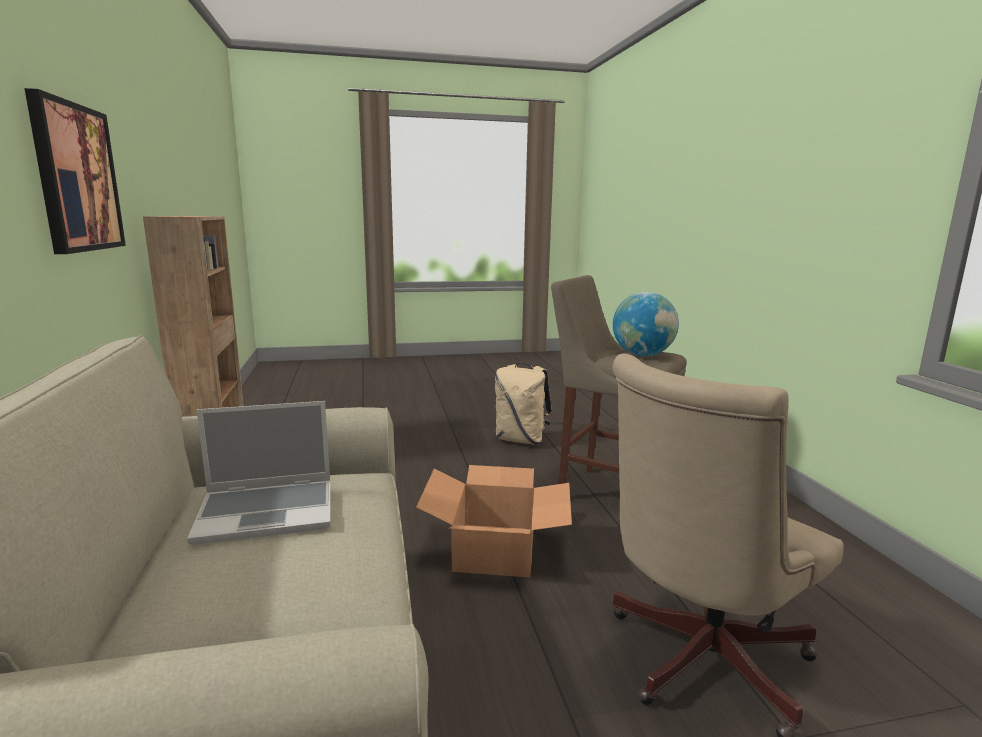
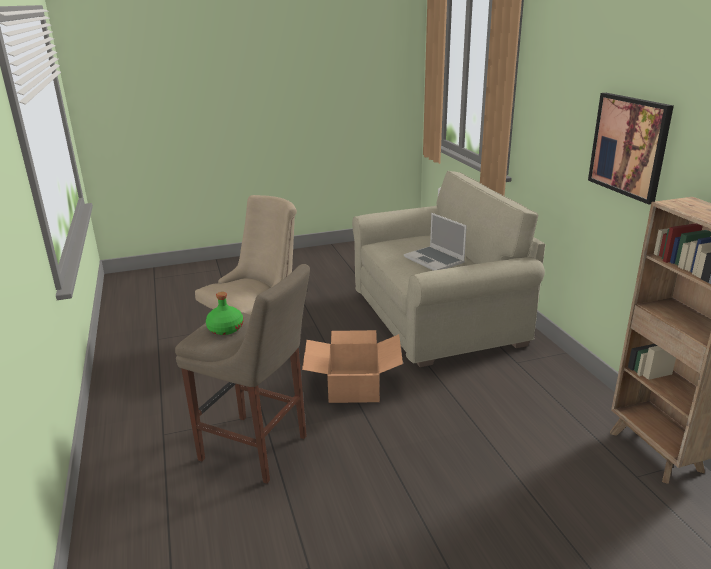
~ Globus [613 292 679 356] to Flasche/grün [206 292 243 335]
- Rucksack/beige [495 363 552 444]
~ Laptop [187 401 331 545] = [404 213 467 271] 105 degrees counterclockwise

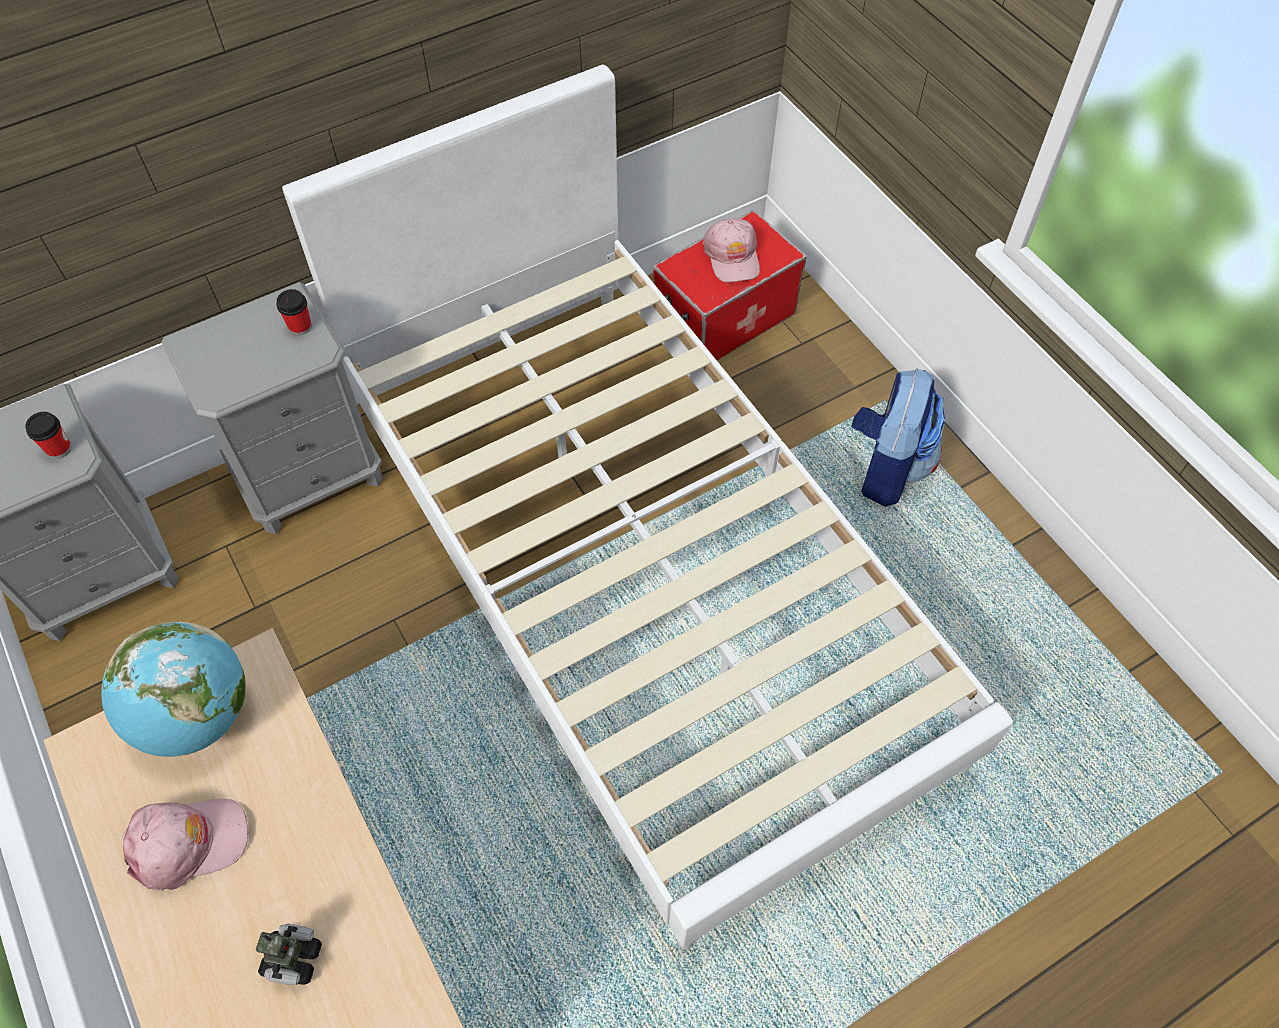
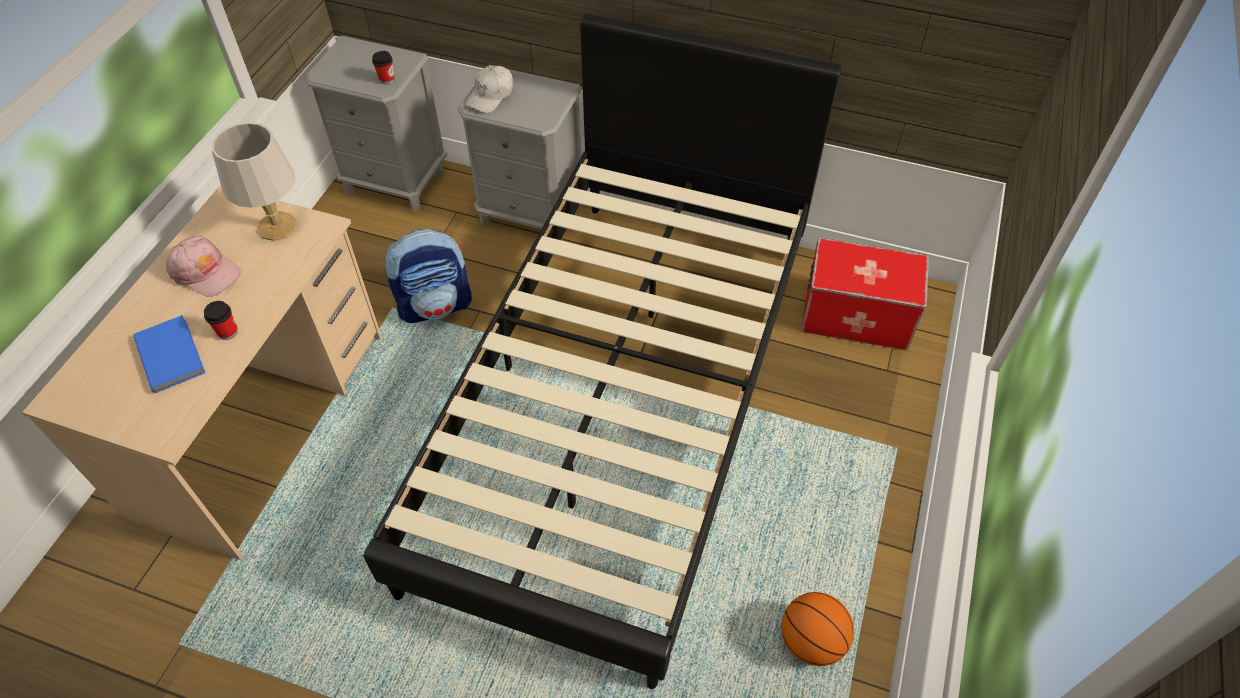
~ Bett/weiß [282 64 1013 950] to Bett/schwarz [363 13 842 689]
- Kappe/rosa [703 218 760 282]
~ Tasse [276 289 312 336] to [204 301 238 340]
~ Rucksack [851 368 945 507] to [385 229 472 323]
~ Globus [101 622 246 757] to Tischlampe/grau [212 122 298 241]
~ Spielzeugroboter [256 924 322 985] to Buch/blau [133 315 205 393]
+ Kappe/weiß [465 66 514 113]
+ Basketball [781 592 854 666]

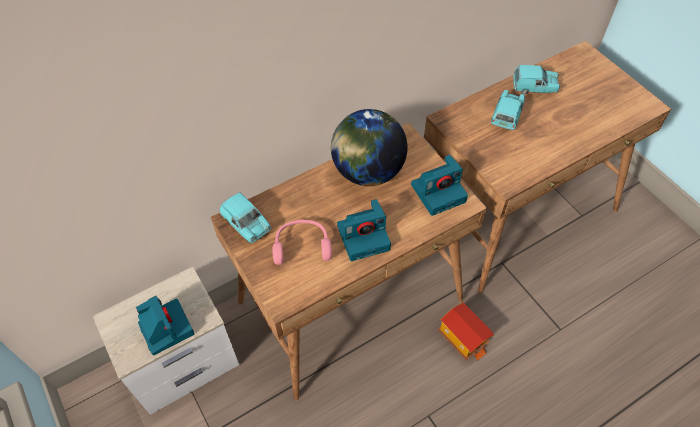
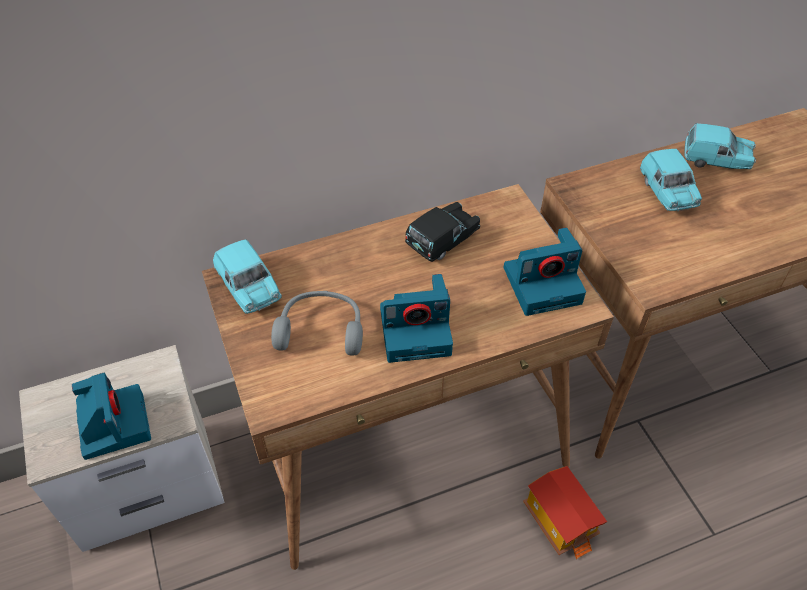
~ Spielzeugauto/türkis [491 90 525 130] = [640 149 702 211] 135 degrees clockwise
~ Globus [331 109 408 186] to Spielzeugauto/schwarz [405 202 480 262]
~ Kopfhörer/rosa [272 220 332 265] to Kopfhörer/grau [271 291 363 356]

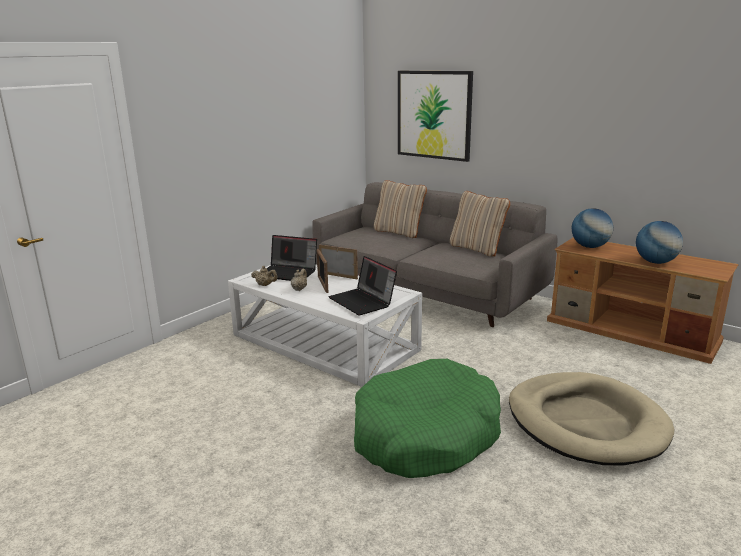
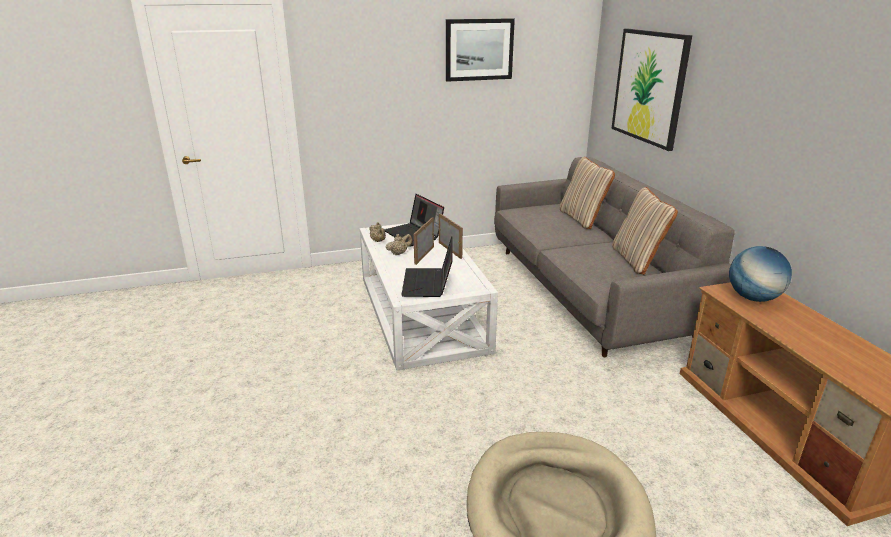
- Globus [636 221 683 264]
- Hundebett/grün [354 359 501 478]
+ Bild [446 18 515 82]

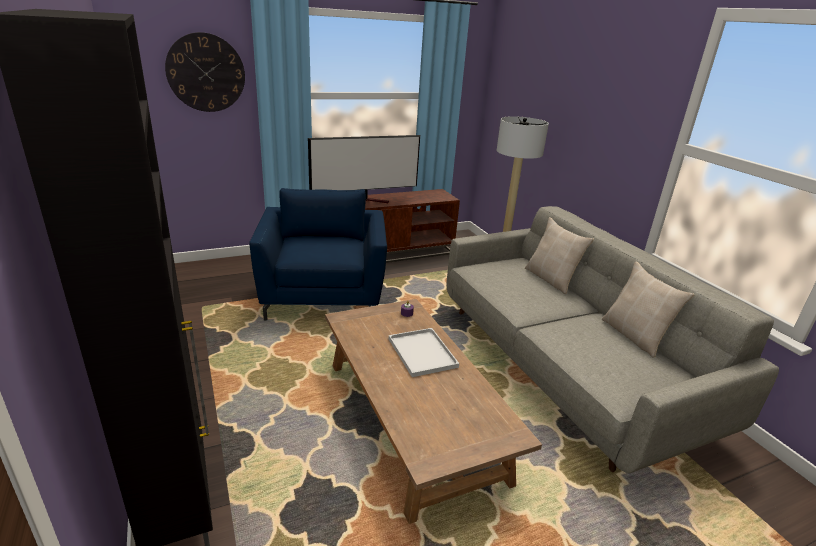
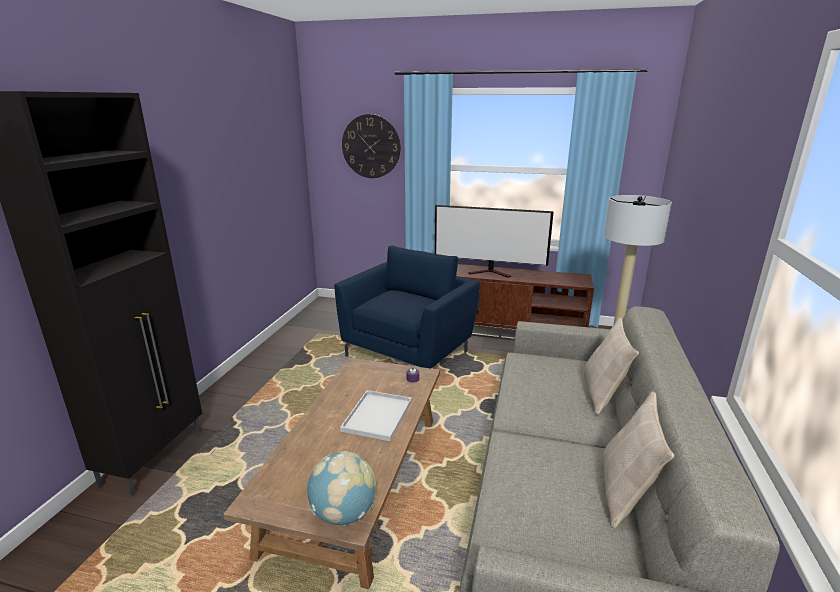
+ Globus [307 451 377 526]

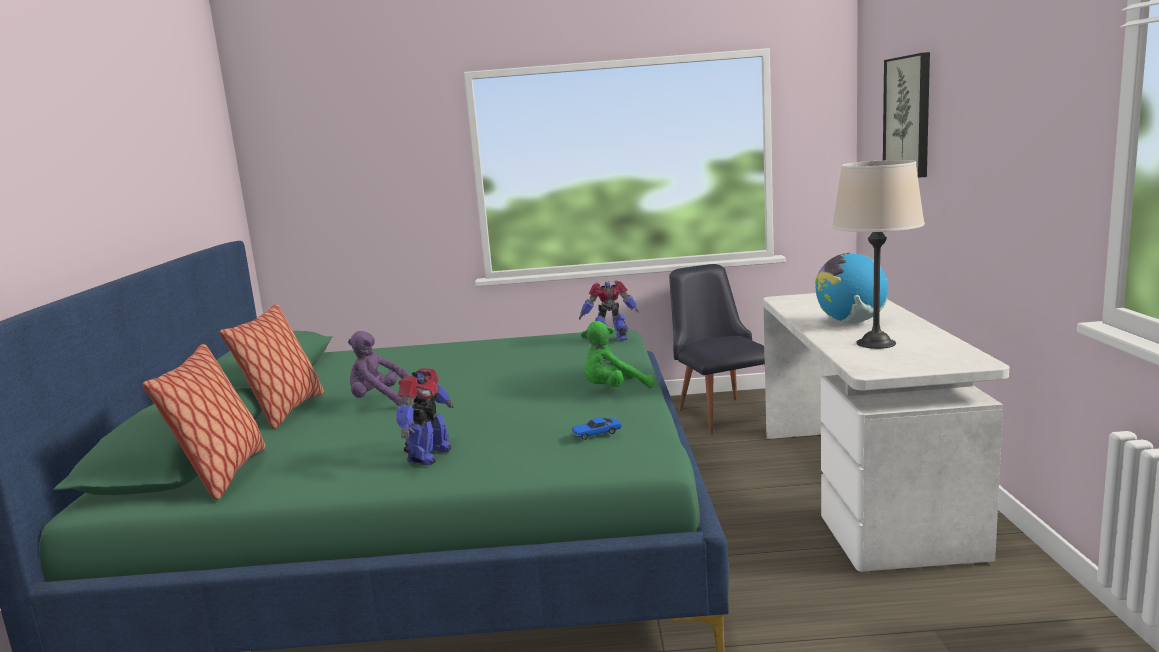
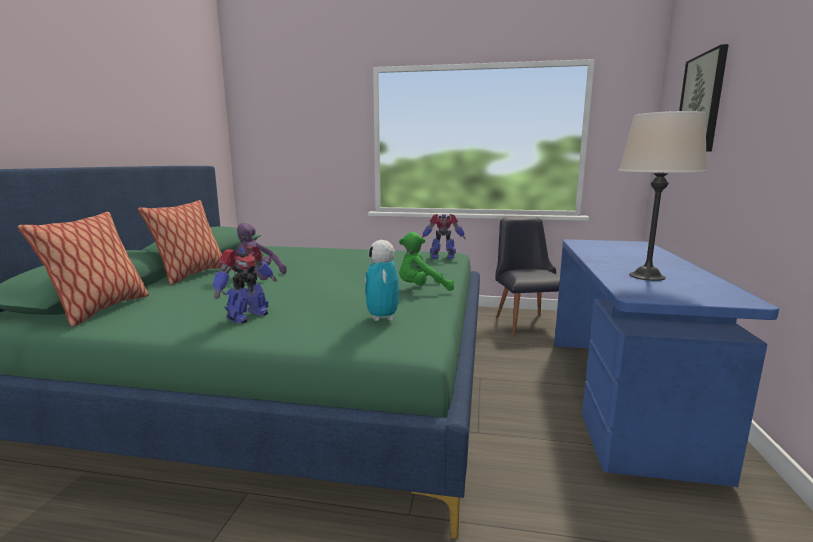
- Globus [815 253 888 324]
~ Schreibtisch/weiß [763 293 1009 572] to Schreibtisch/blau [554 239 779 487]
~ Spielzeugauto [572 418 622 440] to Spielzeugroboter [365 240 399 321]

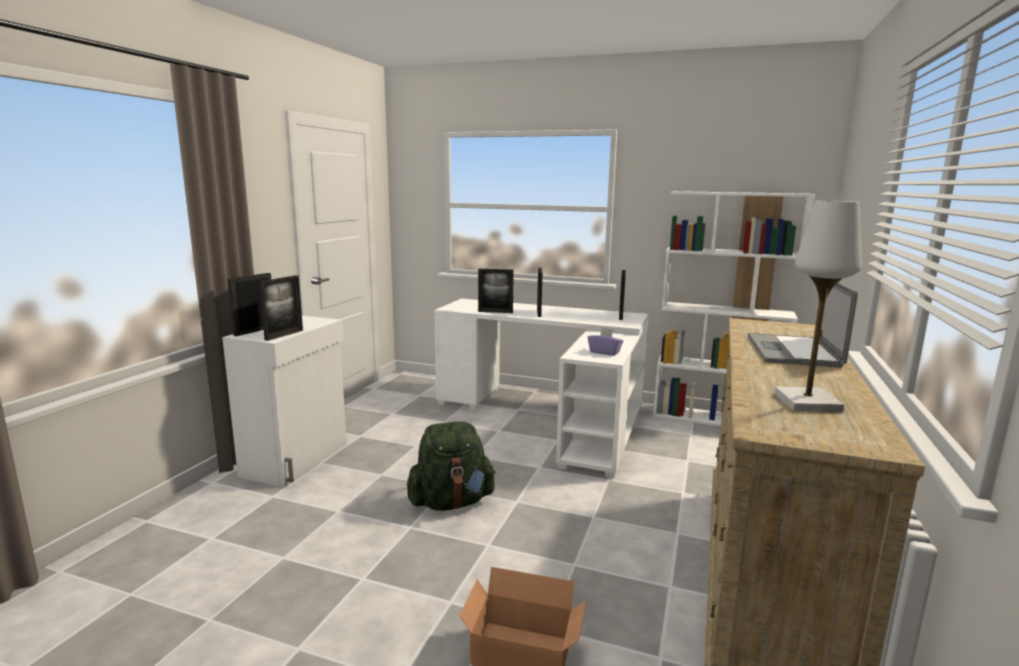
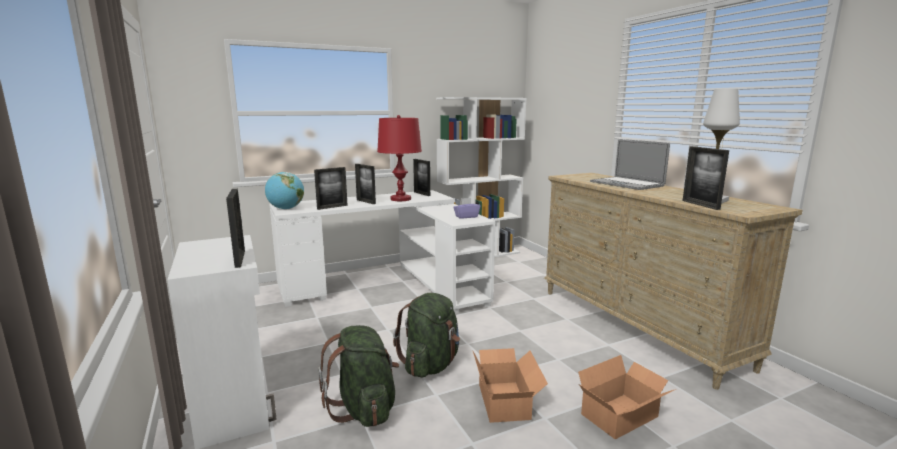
~ Bilderrahmen [227 273 271 336] to [683 146 729 210]
+ Tischlampe/rot [377 115 422 201]
+ Globus [265 172 304 210]
+ Rucksack/grün [318 325 399 427]
+ Karton [473 348 548 423]

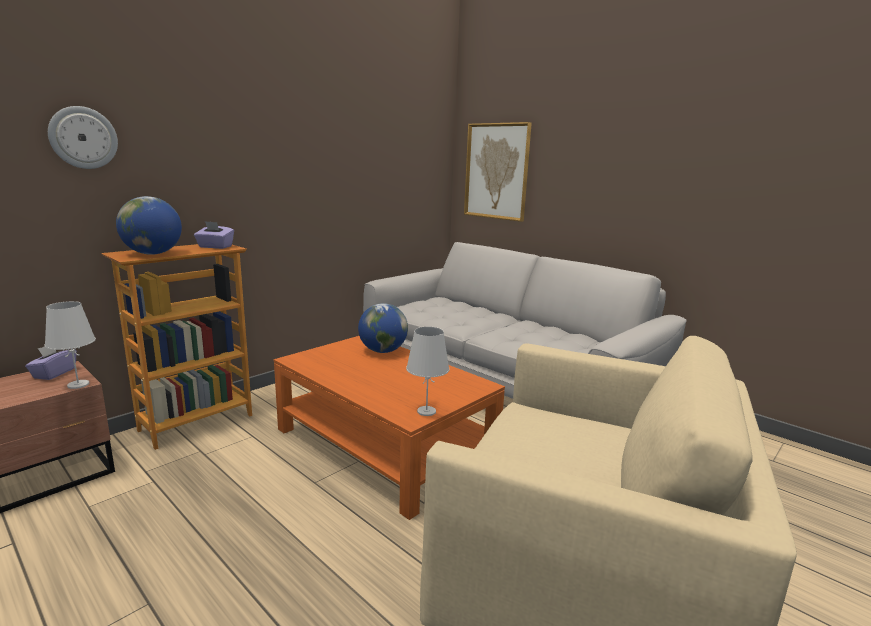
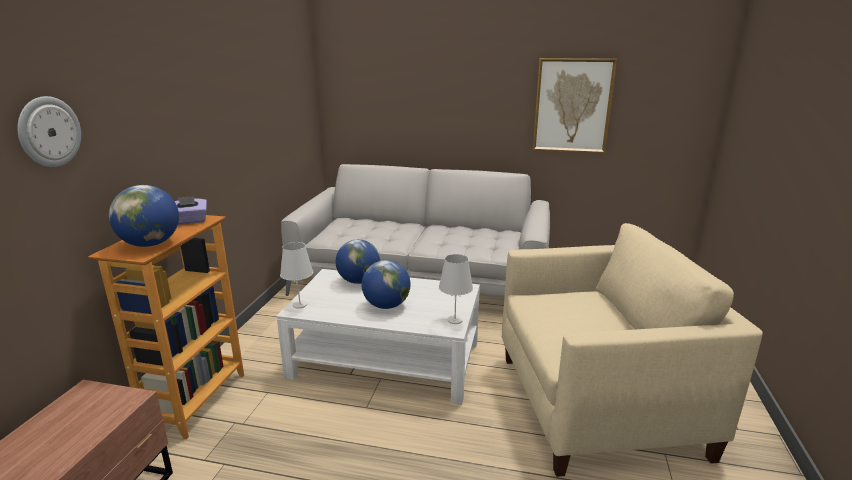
~ Bild [464 122 532 222] to [533 58 617 153]
~ Tischlampe/weiß [45 301 96 389] to [280 242 313 308]
~ Couchtisch/orange [274 336 505 520] to Couchtisch/weiß [276 269 480 405]
- Taschentuchbox/lila [25 346 77 380]
+ Globus [362 260 411 309]

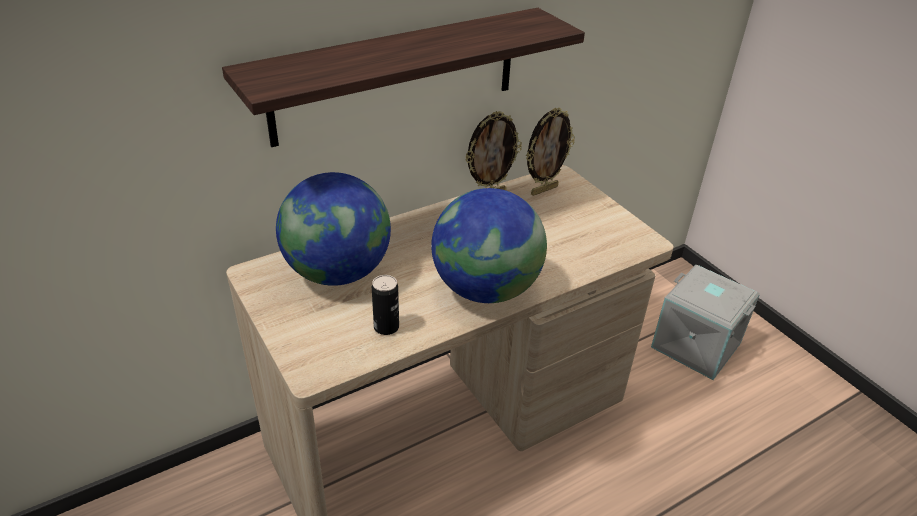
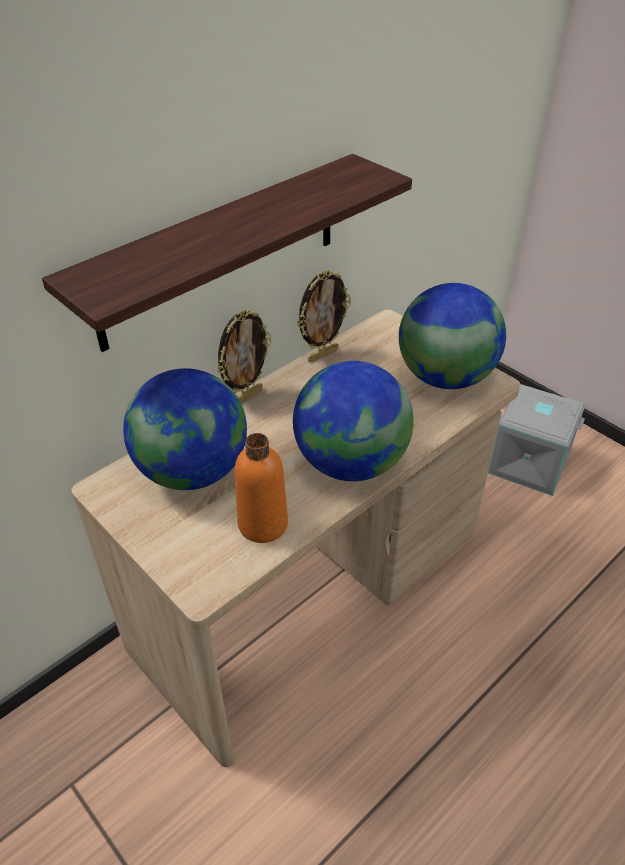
~ Bilderrahmen [526 108 575 196] to [217 310 272 403]
~ Dose [372 275 399 335] to Flasche/orange [235 433 288 543]
+ Globus [399 283 506 389]

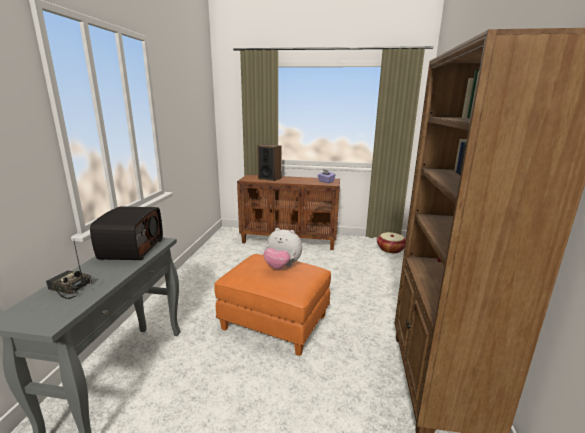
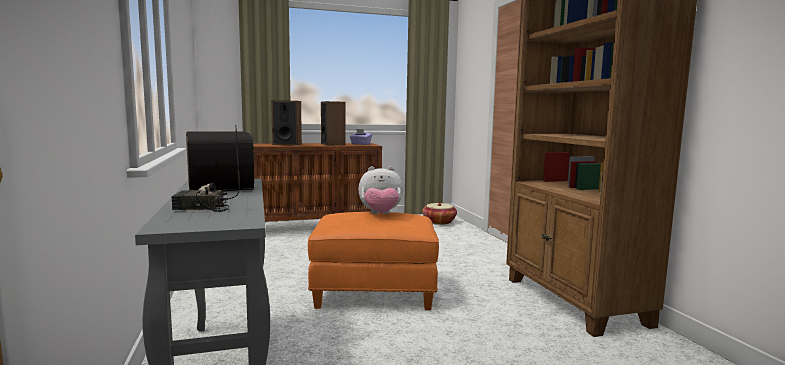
+ Lautsprecher [321 101 345 146]

